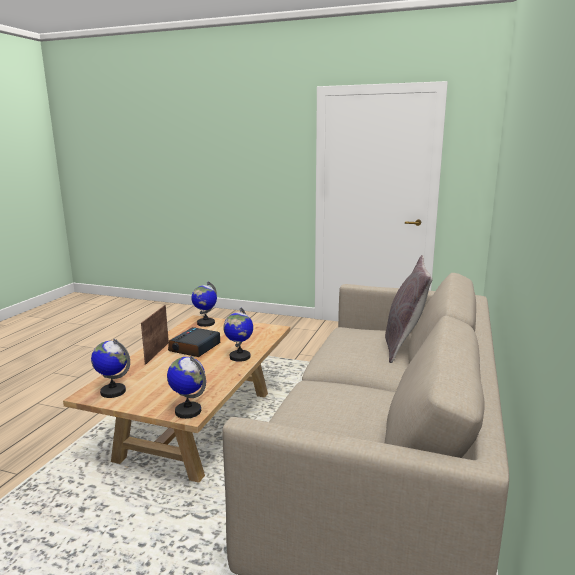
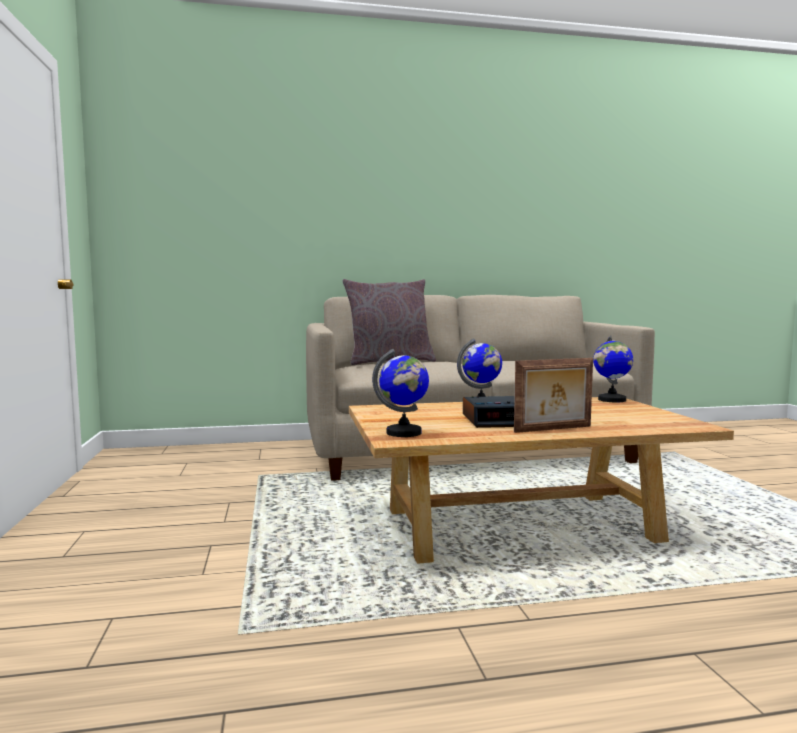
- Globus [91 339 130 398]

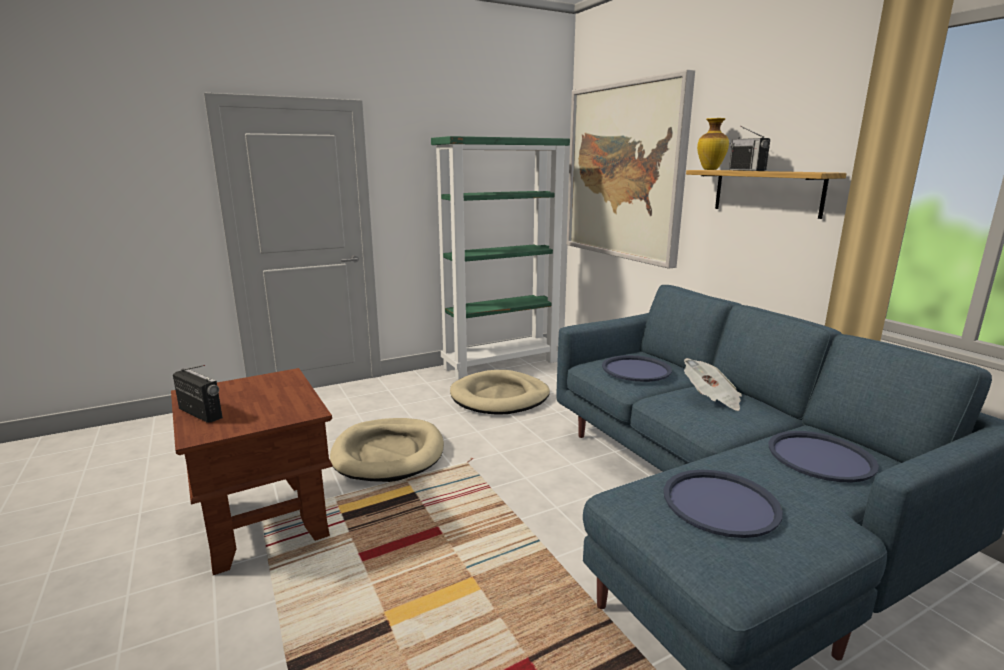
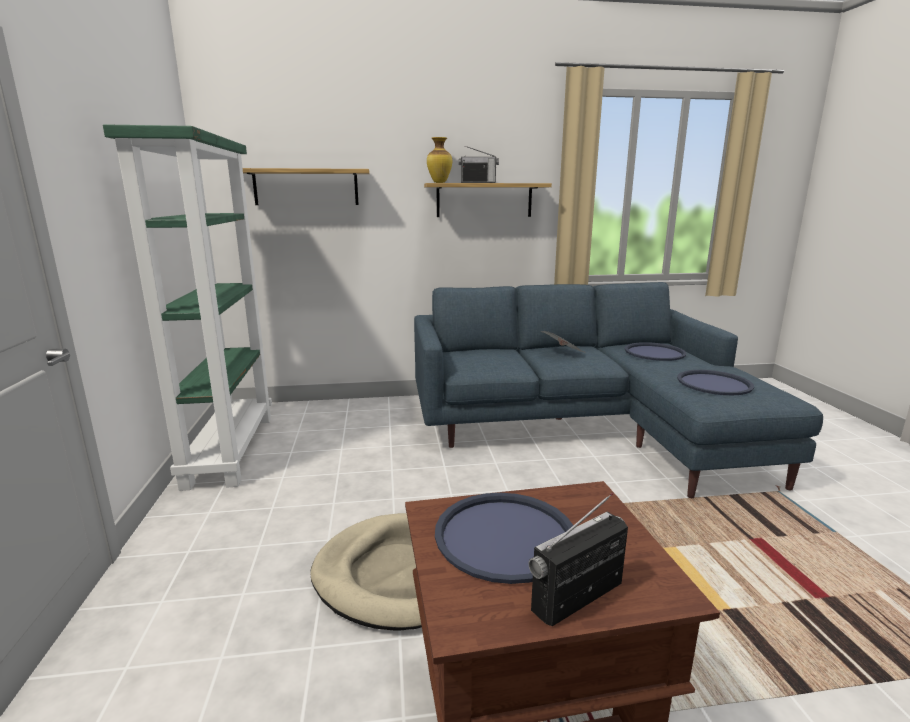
~ Bild [567 69 695 269] to Wandregal [243 168 370 205]
~ Tablett/blau [602 355 672 382] to [435 493 573 584]
- Hundebett/beige [450 370 550 415]

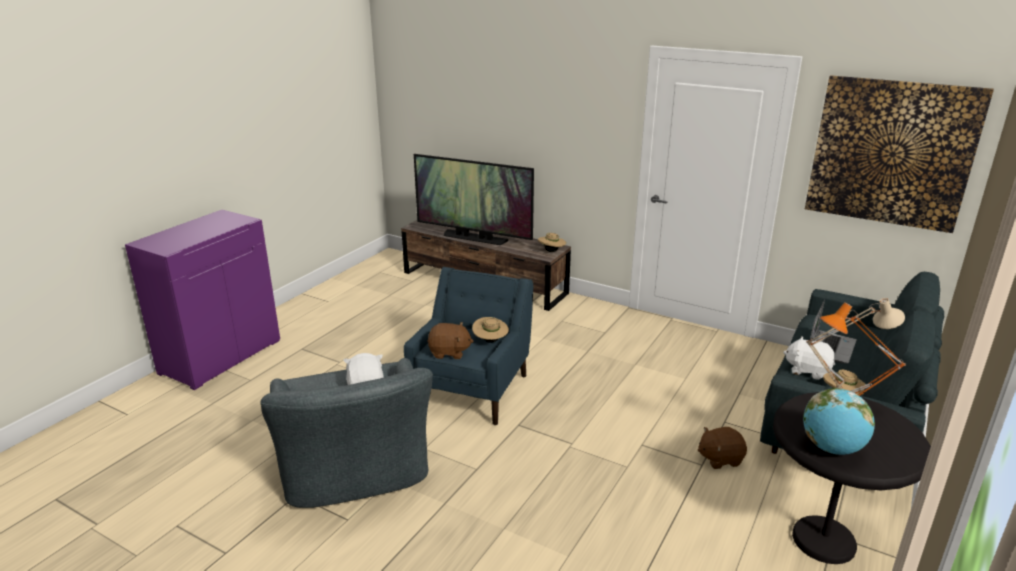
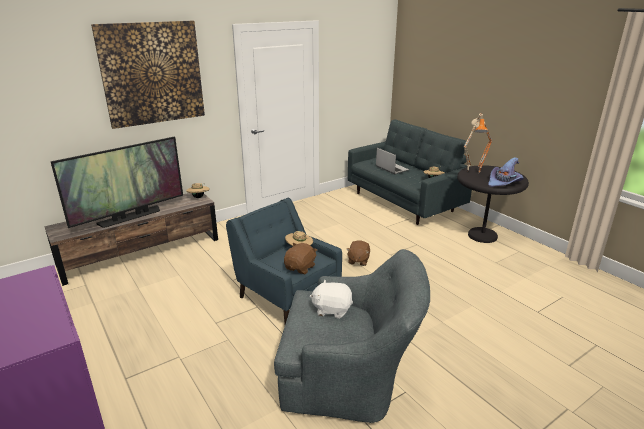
~ Bild [805 75 994 233] to [91 21 205 129]
- Plüschtier/weiß [783 336 835 380]
~ Globus [803 388 875 455] to Hut/lila [488 157 524 187]
~ Plüschtier/braun [698 427 747 469] to [347 240 370 266]

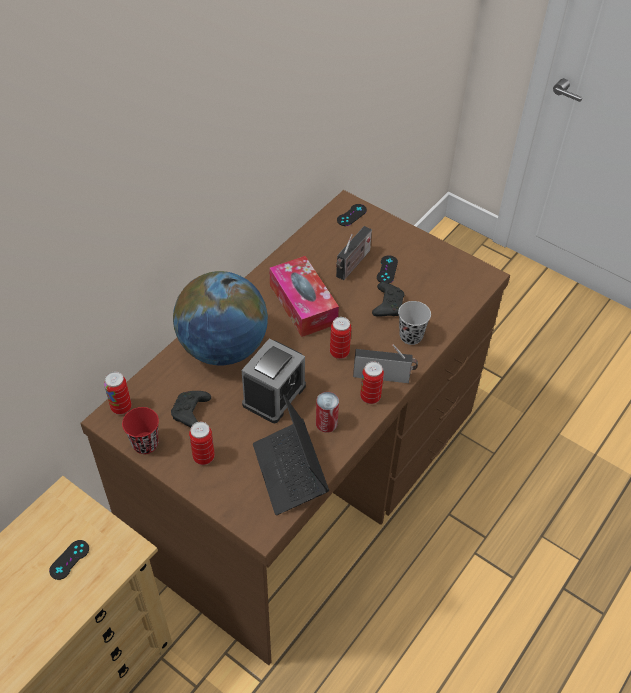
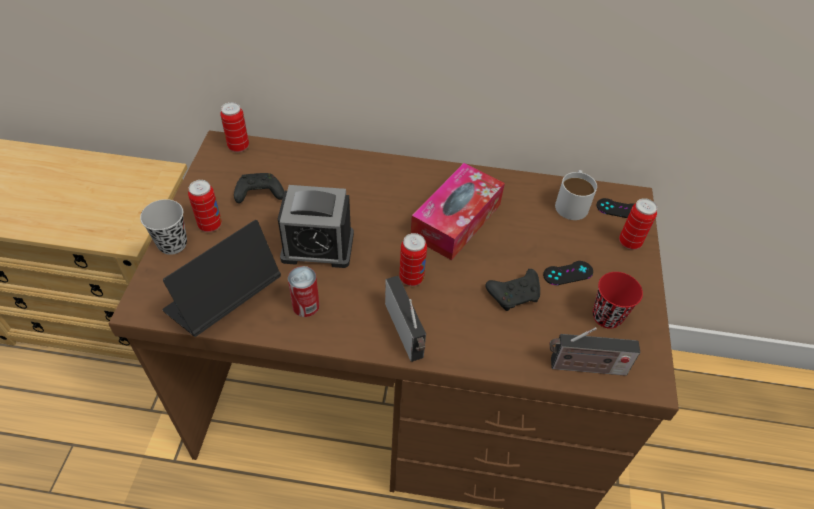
~ Radio [336 226 372 280] to [550 327 640 376]
- Globus [173 271 268 365]
~ Tasse/schwarz [398 301 431 345] to [140 199 187 255]
~ Dose [360 361 384 404] to [619 198 657 250]
~ Tasse/rot [122 407 159 454] to [593 272 643 329]
- Gamepad/schwarz [49 540 89 580]
+ Henkelbecher/weiß [555 170 597 220]

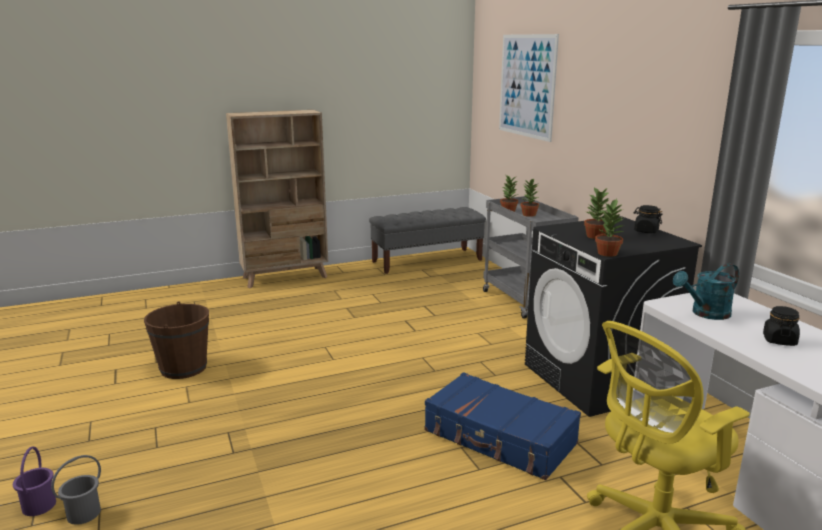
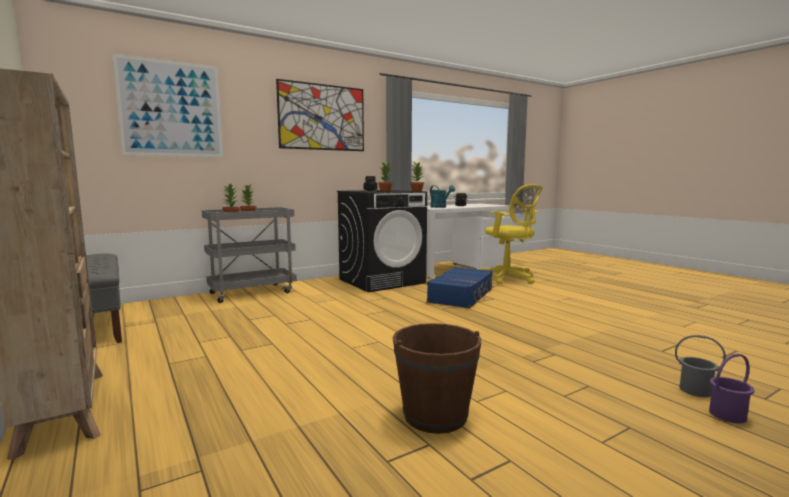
+ Bild [276 79 364 151]

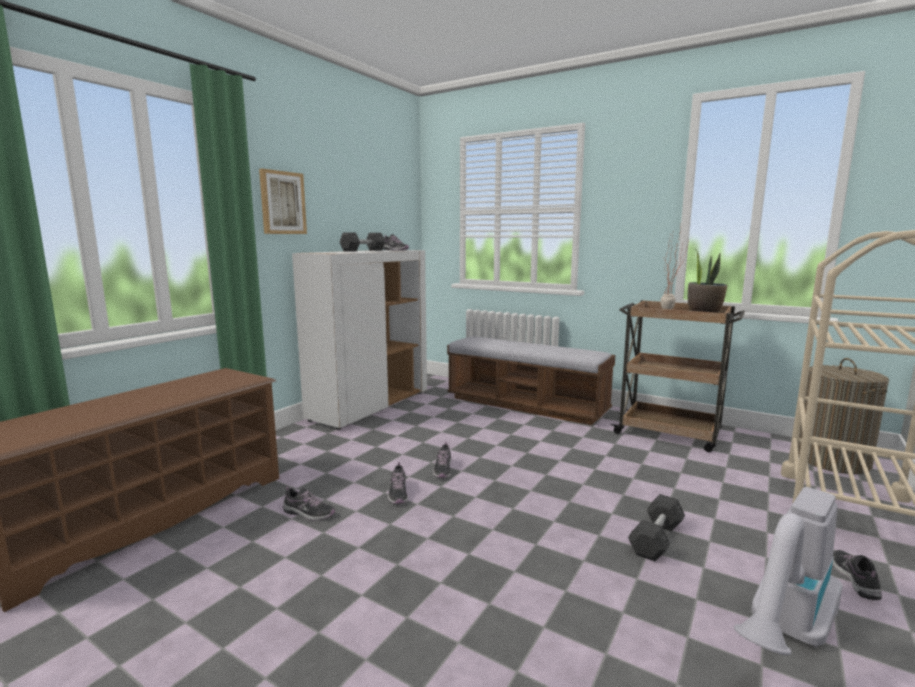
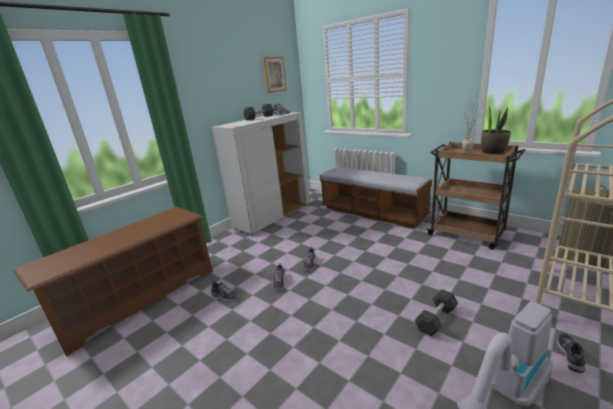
~ Bild [259 169 307 234] to [262 57 287 93]

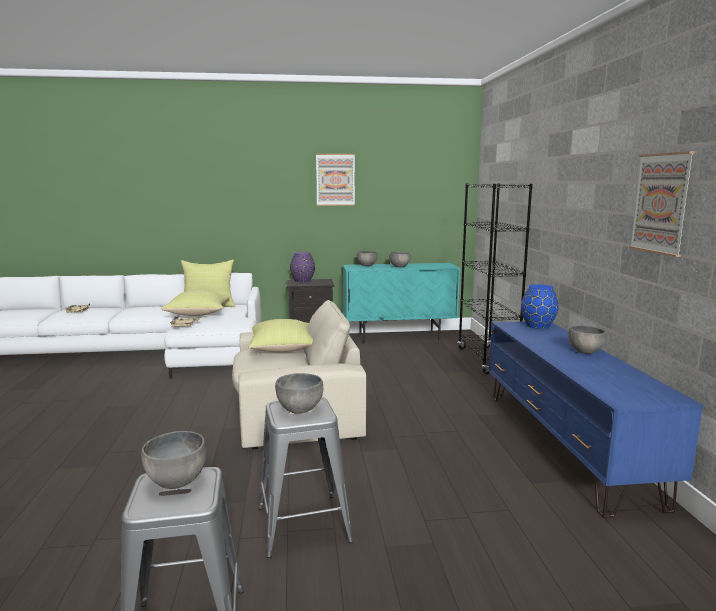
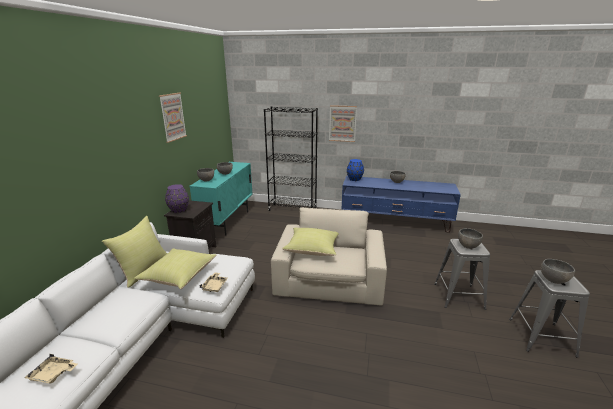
~ Bild [629 151 695 257] to [329 105 357 142]

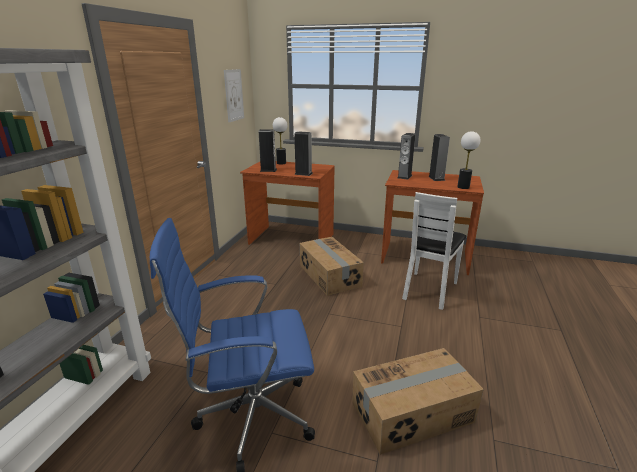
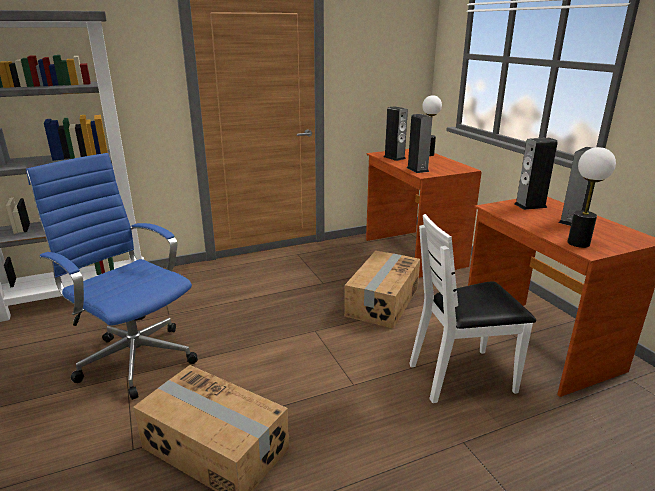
- Bild [224 69 244 122]

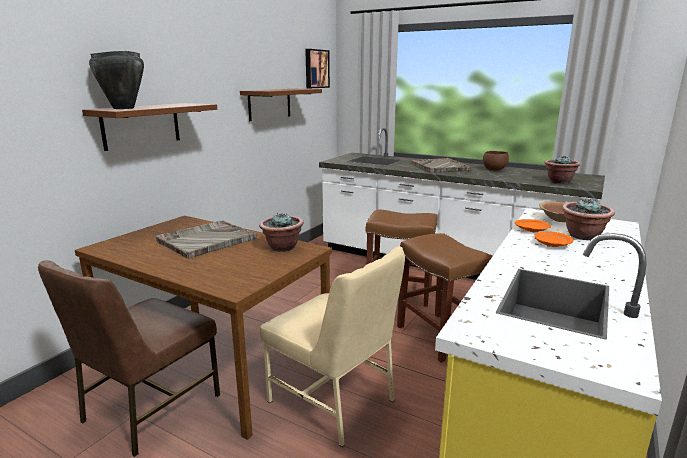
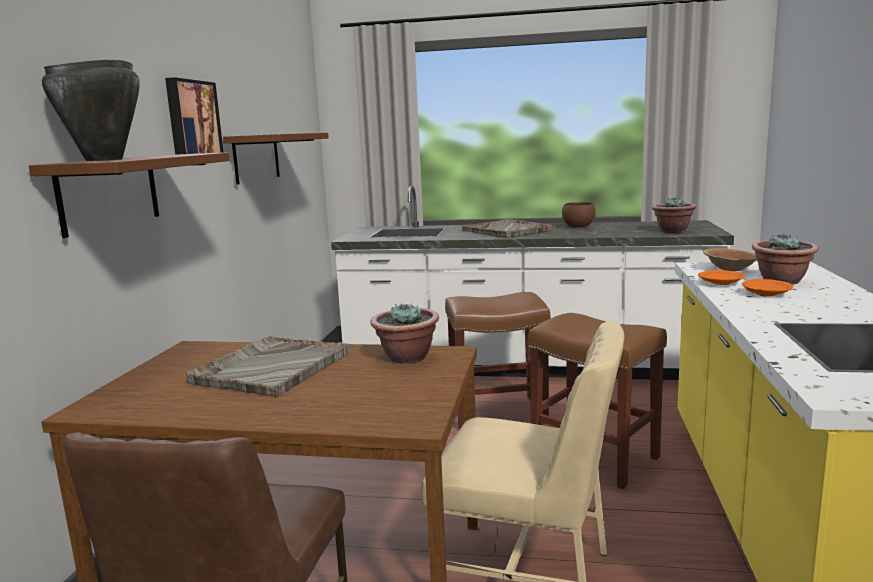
~ Bild [305 49 330 88] to [165 77 224 155]

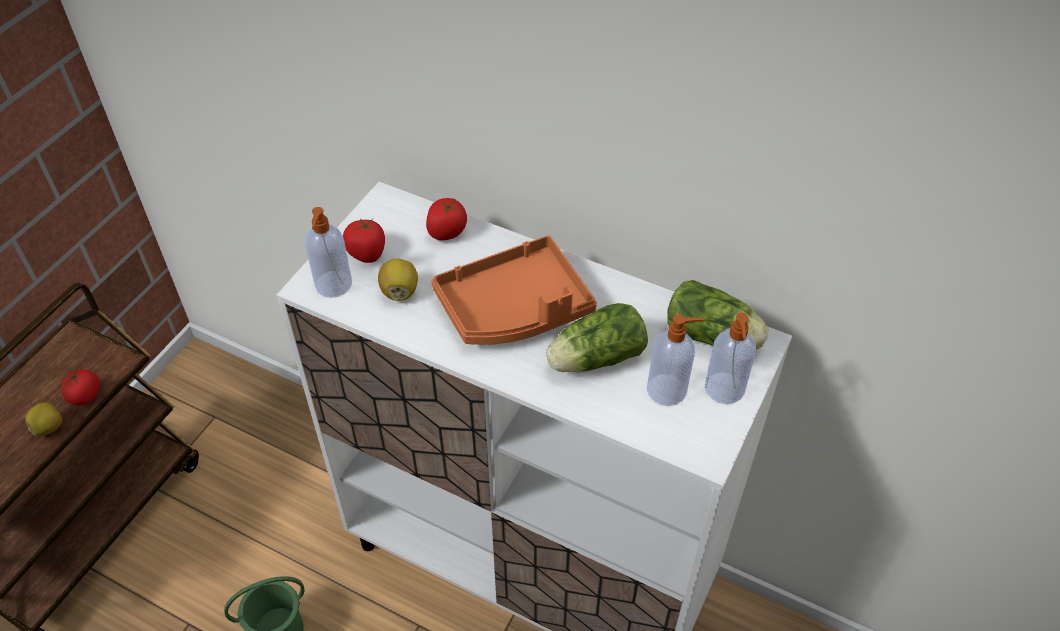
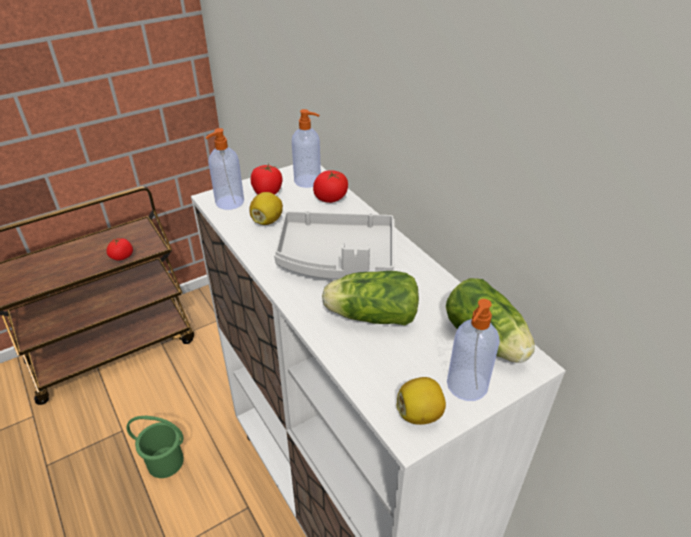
~ Tablett/orange [432 235 597 345] to Tablett/grau [274 211 395 279]
~ Seifenspender [647 314 705 406] to [292 109 321 188]
~ Zitrone [25 402 62 436] to [397 377 446 425]

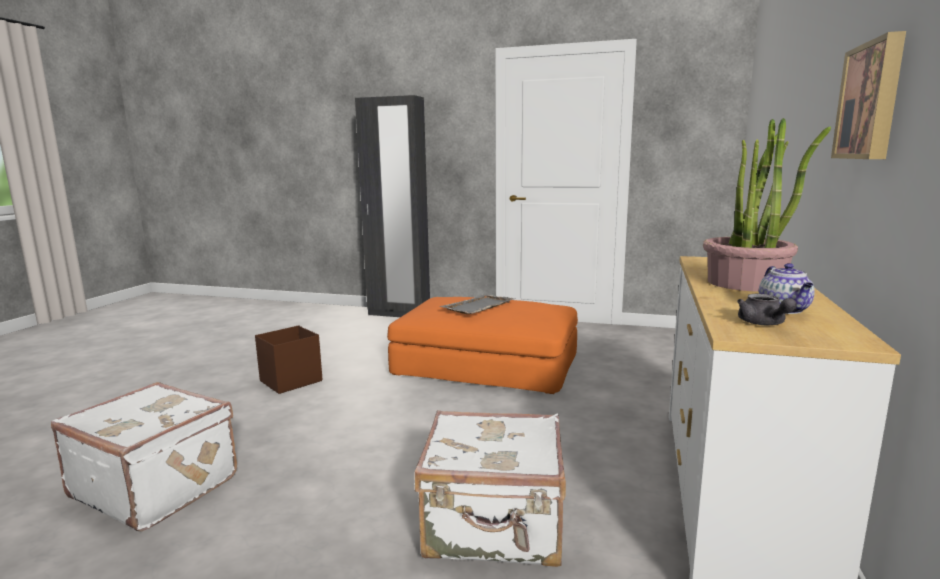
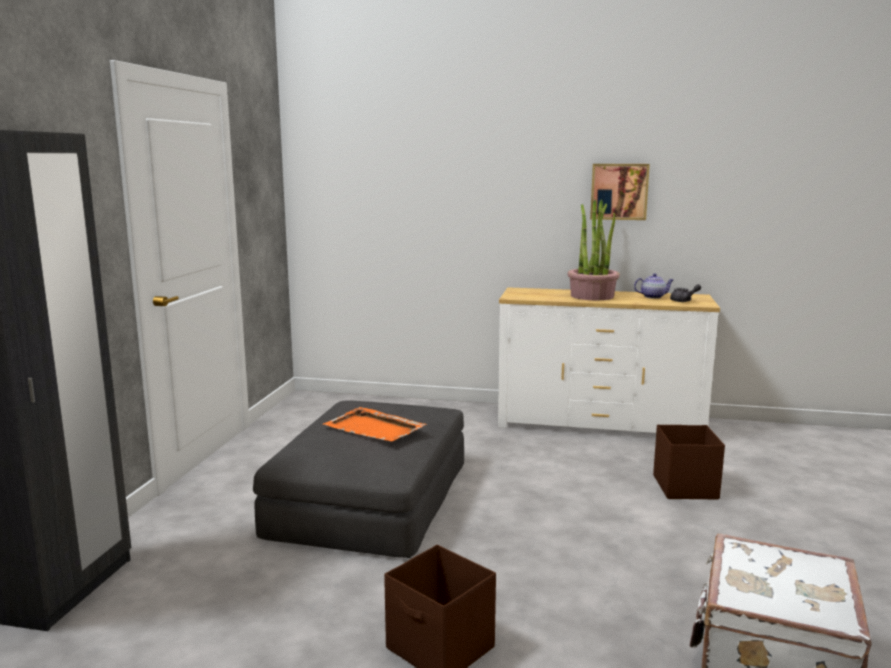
~ Tablett/grau [440 294 515 314] to Tablett/orange [323 407 426 442]
~ Polsterhocker/orange [387 297 578 394] to Polsterhocker/grau [253 400 464 558]
~ Koffer/weiß [415 410 566 567] to Aufbewahrungsbox/braun [653 425 725 499]

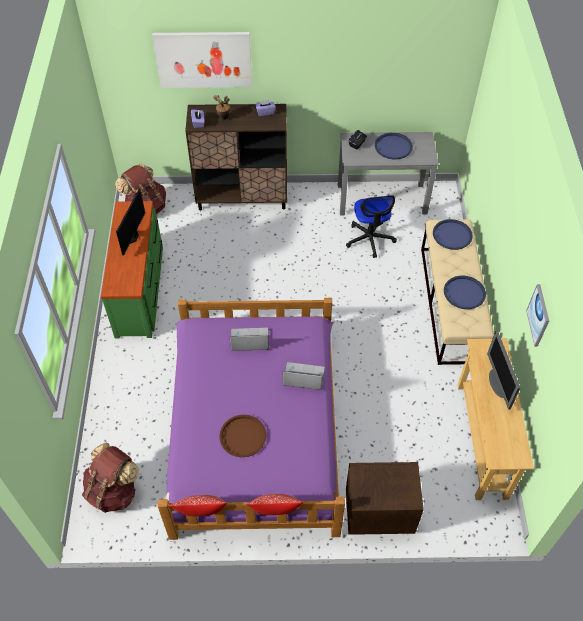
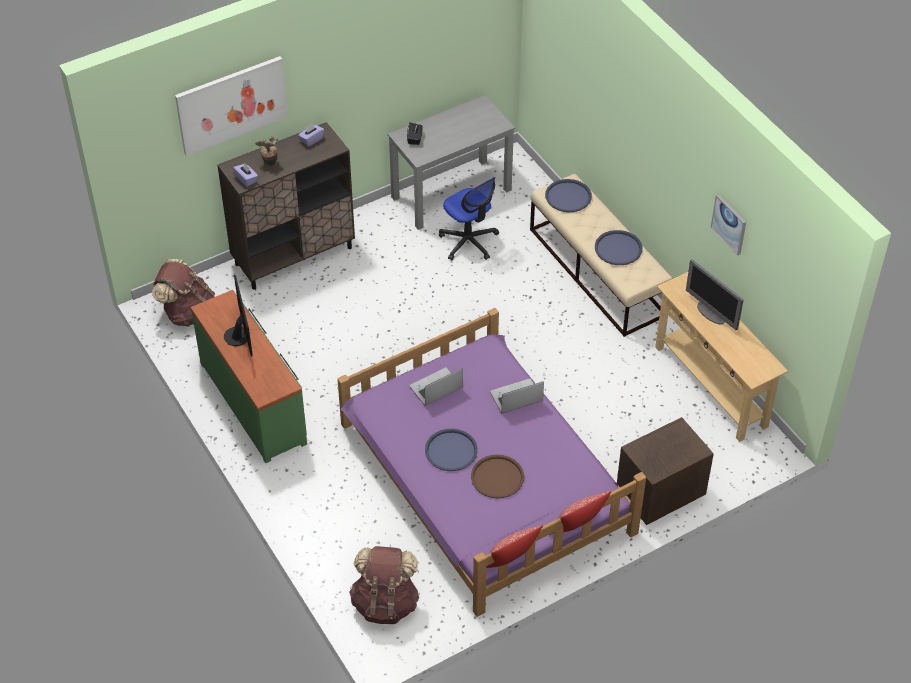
~ Tablett/blau [375 133 413 159] to [425 429 478 471]

